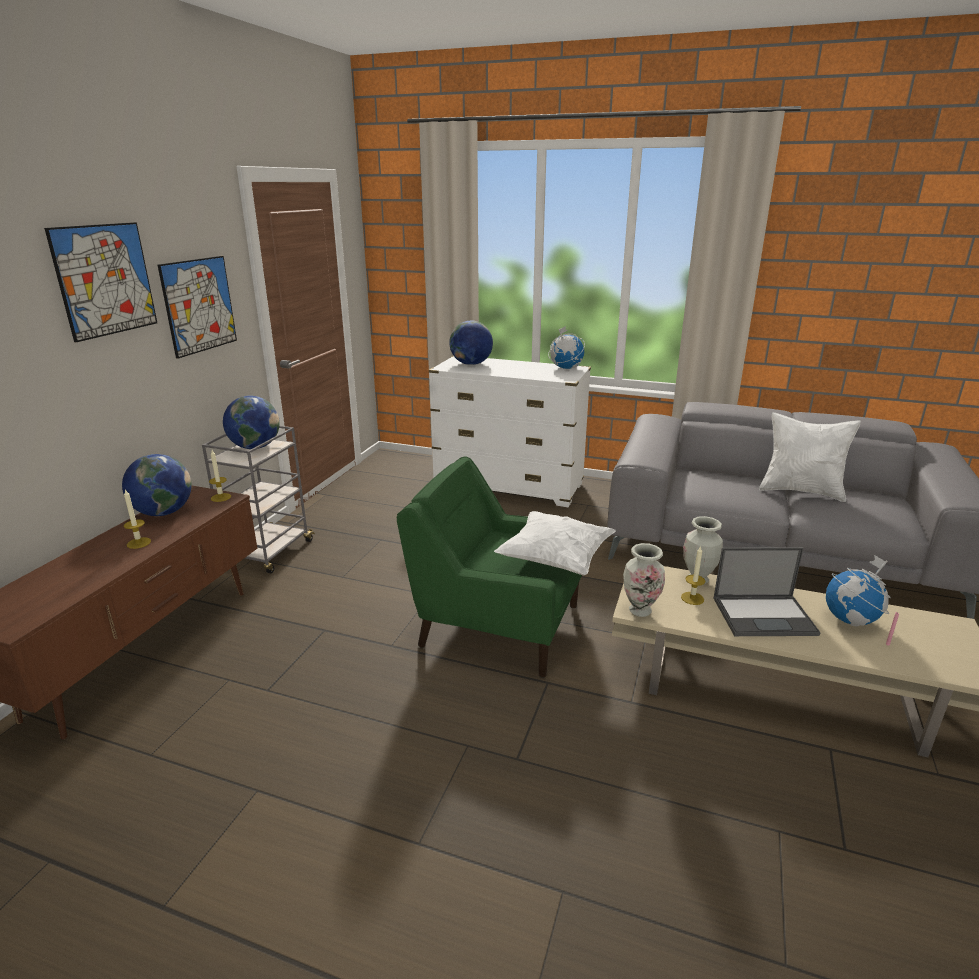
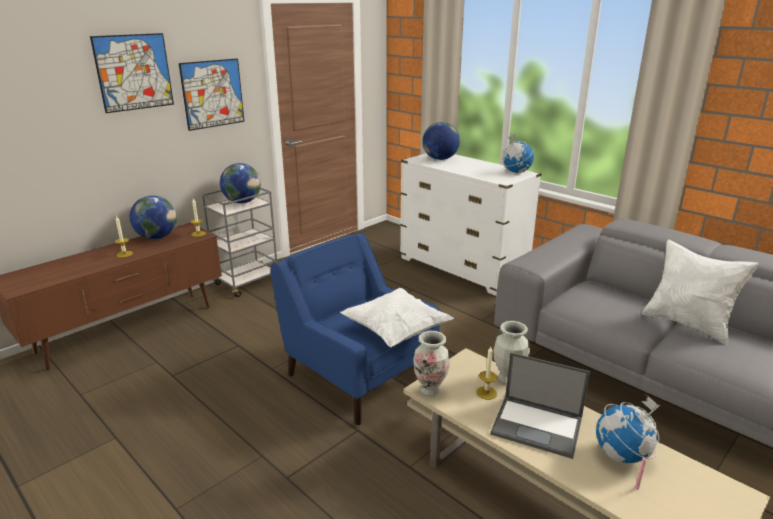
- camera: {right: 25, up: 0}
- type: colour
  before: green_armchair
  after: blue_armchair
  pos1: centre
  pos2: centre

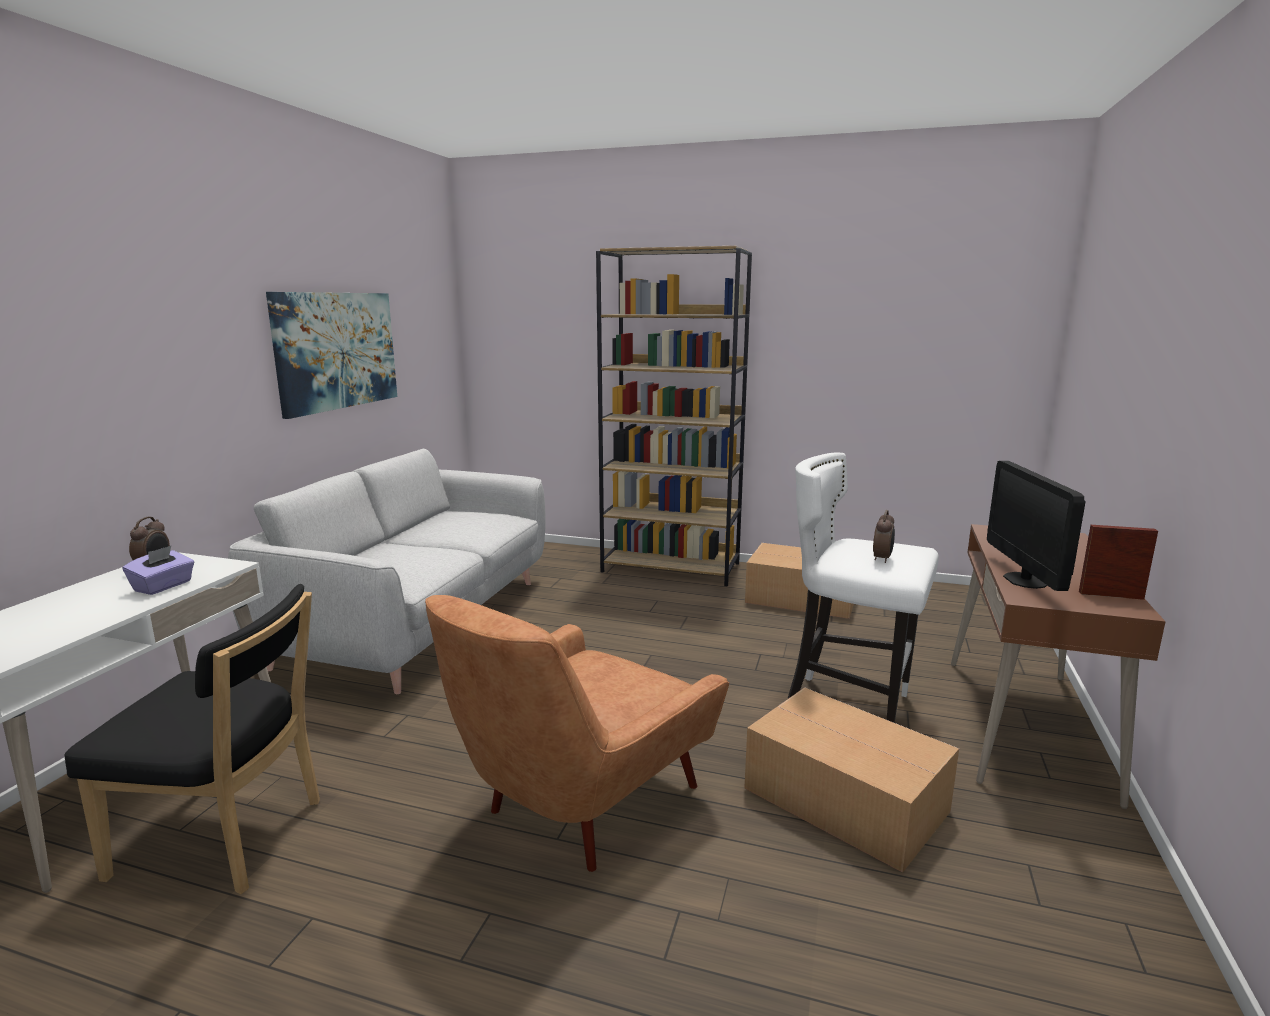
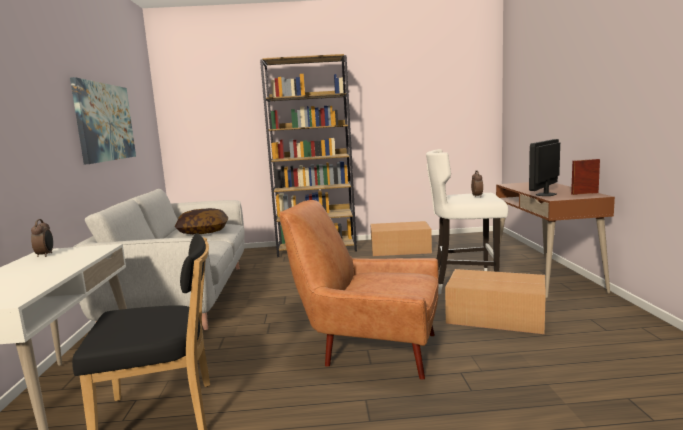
- camera: {right: -20, up: -5}
- type: missing
  before: purple_tissue_box
  pos1: middle left
- type: appeared
  after: pillow
  pos2: middle left
- type: spun
  before: brown_armchair
  pos1: bottom centre
  pos2: bottom centre
  turn: 90
- type: spun
  before: monitor
  pos1: middle right
  pos2: middle right
  turn: 60

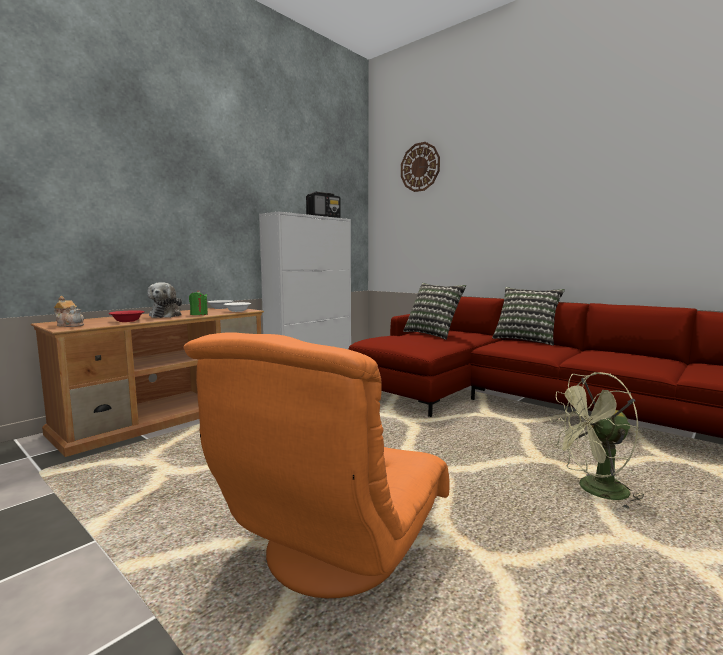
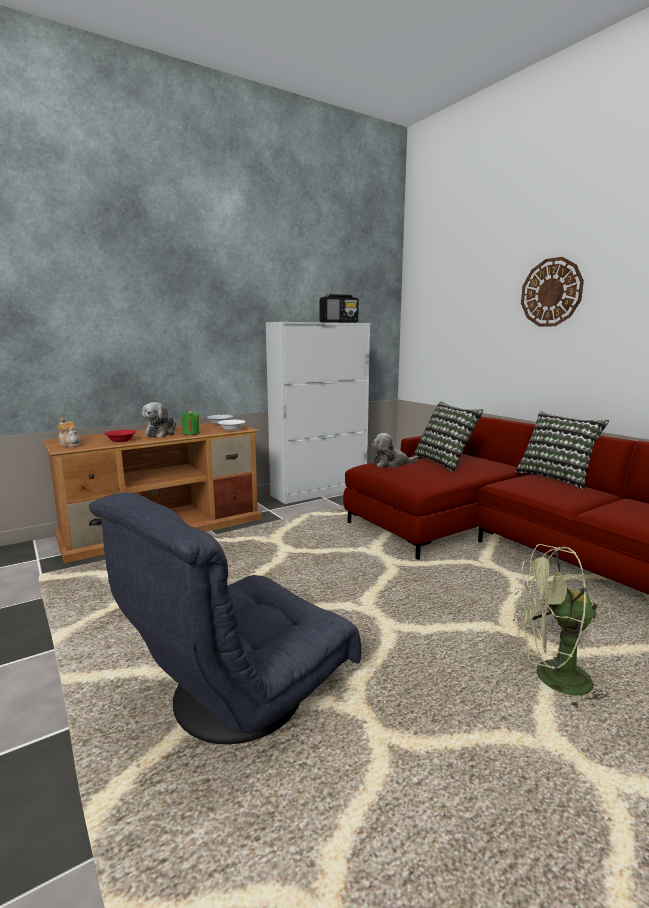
- camera: {right: 15, up: 5}
- type: appeared
  after: plush_toy (no. 2 from left)
  pos2: centre
- type: relocated
  before: wall_clock
  pos1: top centre
  pos2: top right
- type: colour
  before: orange_armchair
  after: grey_armchair
  pos1: bottom centre
  pos2: bottom centre

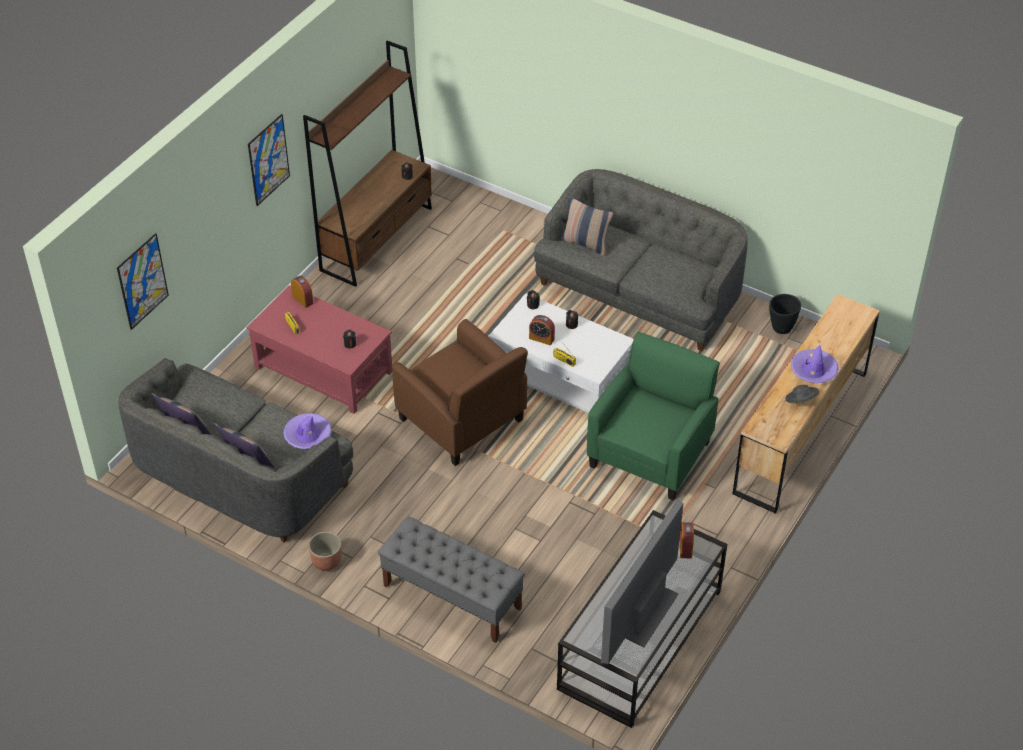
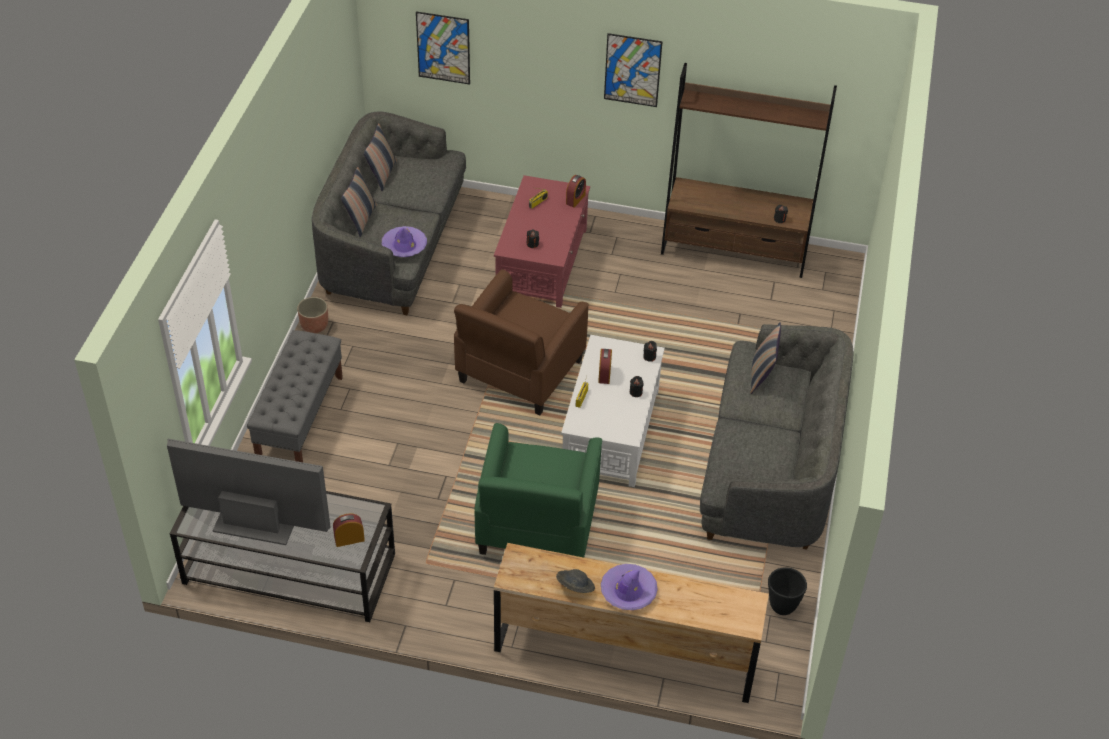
- camera: {right: 70, up: 0}
- type: spun
  before: green_armchair
  pos1: centre
  pos2: centre
  turn: 90

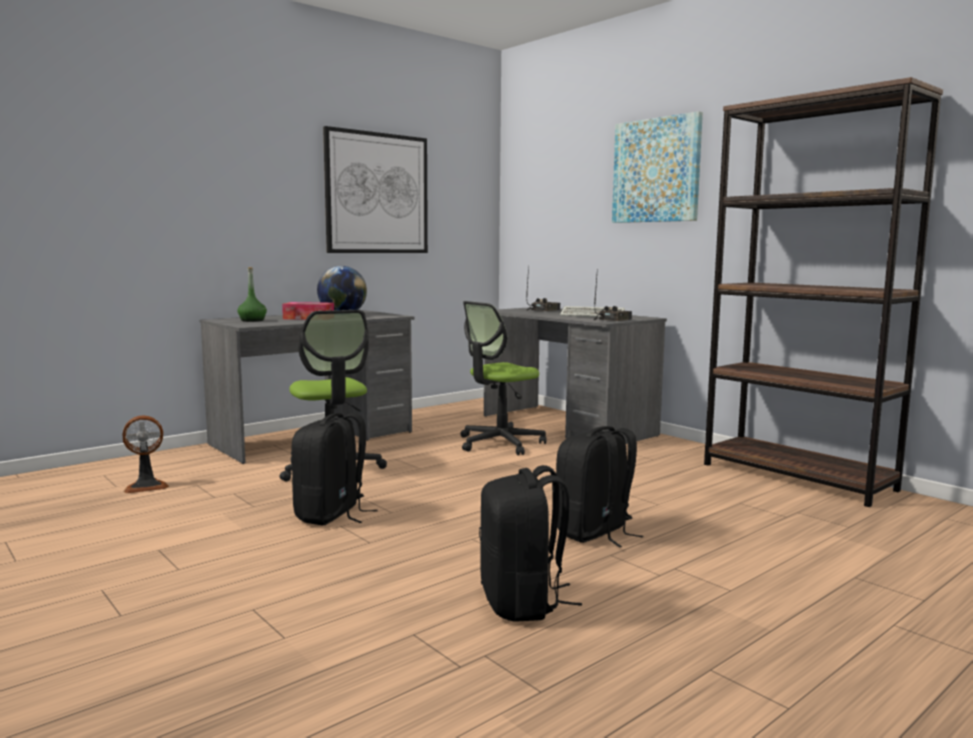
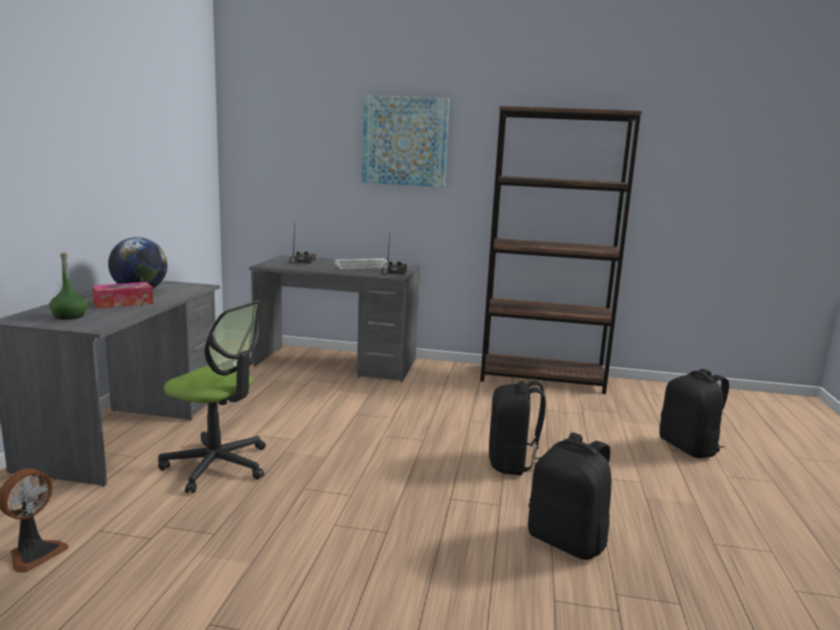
- camera: {right: -40, up: 5}
- type: missing
  before: picture (no. 1 from left)
  pos1: top centre
- type: missing
  before: office_chair (no. 2 from left)
  pos1: centre
- type: relocated
  before: black_backpack (no. 1 from left in the first image)
  after: black_backpack (no. 3 from left)
  pos1: centre
  pos2: middle right

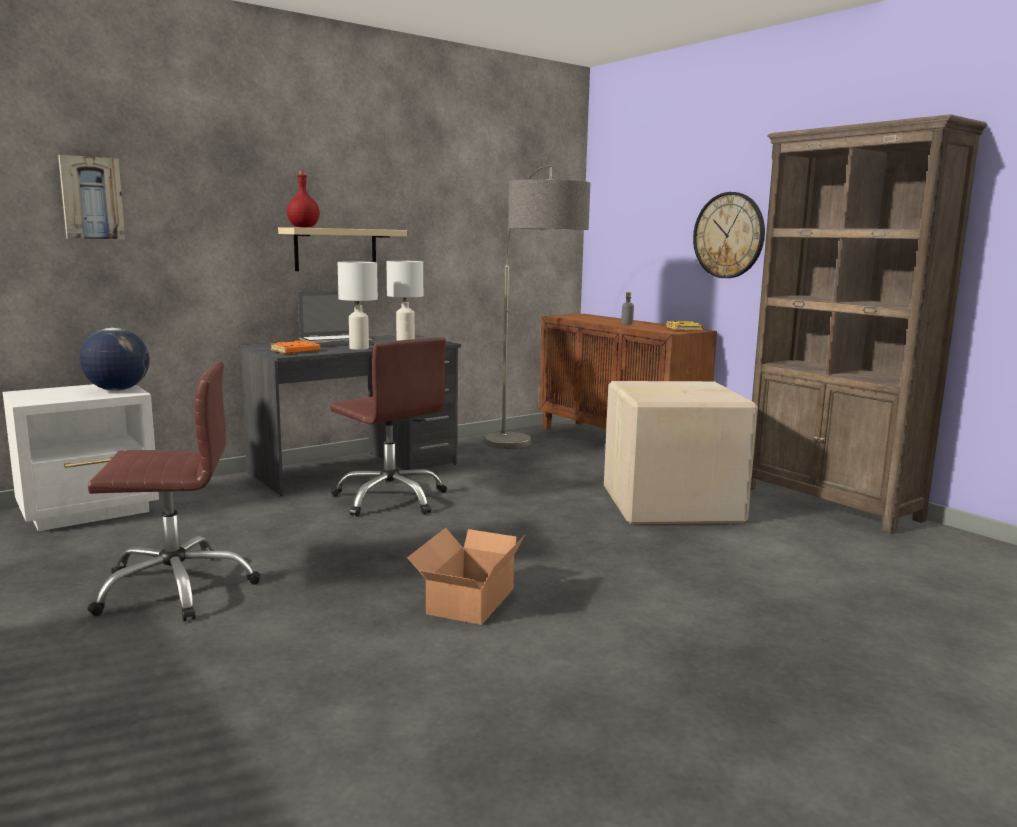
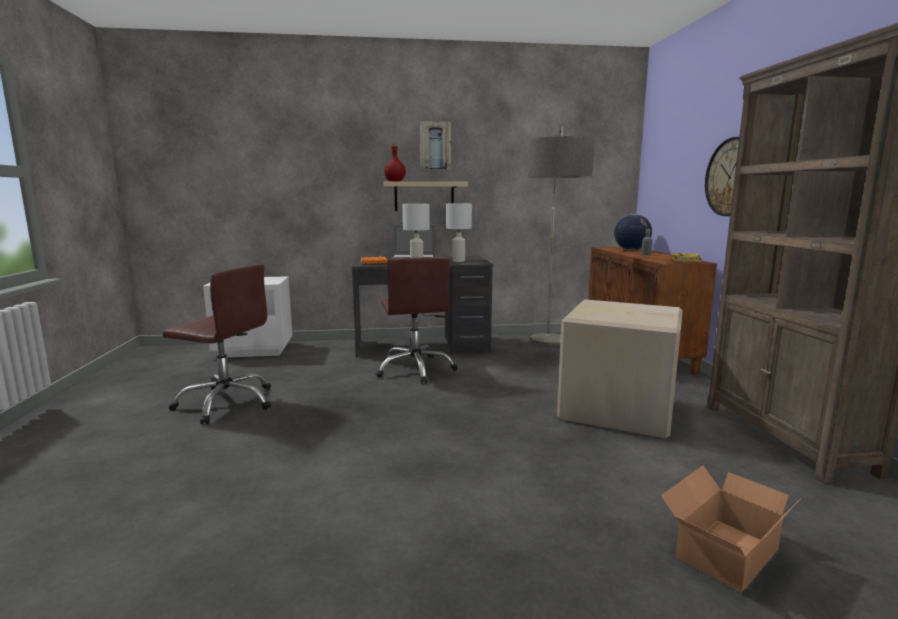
- camera: {right: 30, up: 0}
- type: relocated
  before: picture
  pos1: top left
  pos2: top centre
- type: relocated
  before: globe
  pos1: middle left
  pos2: middle right
- type: relocated
  before: cardboard_box (no. 1 from left in the first image)
  after: cardboard_box (no. 2 from left)
  pos1: bottom centre
  pos2: bottom right

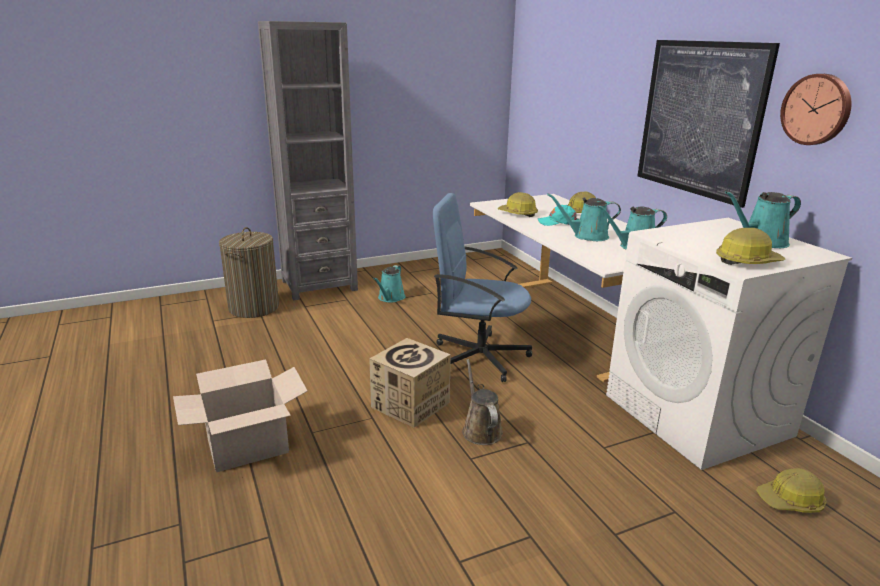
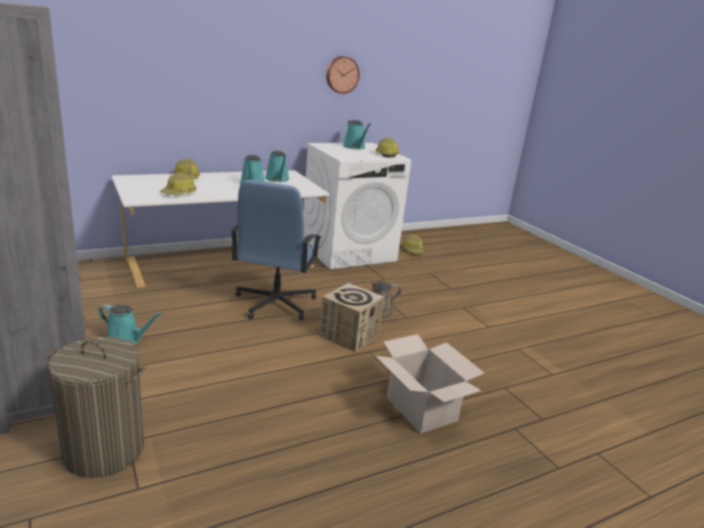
- camera: {right: -95, up: 0}
- type: missing
  before: turquoise_cap
  pos1: centre
- type: missing
  before: picture
  pos1: top right

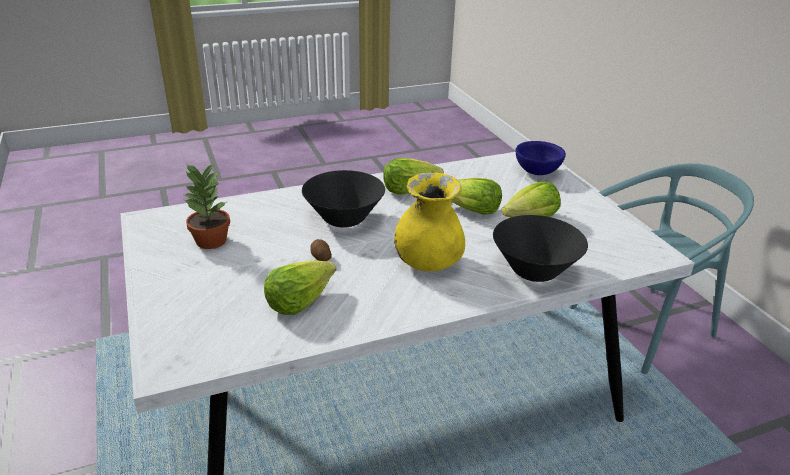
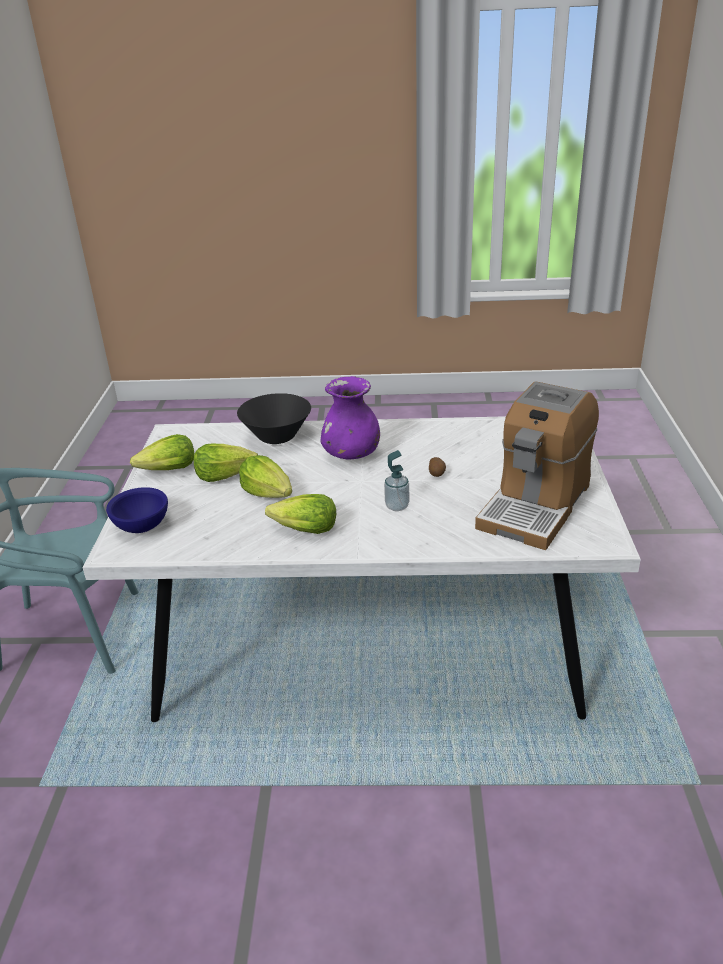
- camera: {right: -155, up: 0}
- type: relocated
  before: lettuce (no. 1 from left)
  pos1: centre
  pos2: middle left
- type: exchanged
  before: potted_plant
  after: coffee_machine
  pos1: middle left
  pos2: middle right
- type: exchanged
  before: black_bowl (no. 1 from left)
  after: soap_dispenser
  pos1: centre
  pos2: centre
- type: colour
  before: yellow_vase
  after: purple_vase
  pos1: centre
  pos2: centre

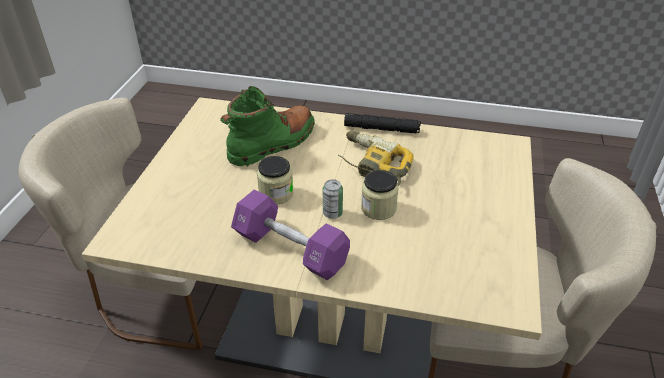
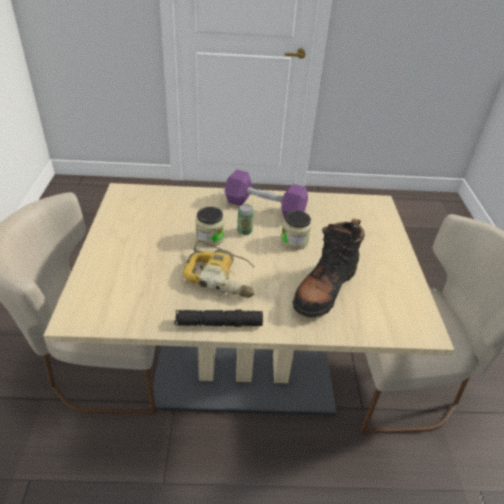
- camera: {right: 165, up: 0}
- type: colour
  before: green_boot
  after: black_boot
  pos1: centre
  pos2: centre

